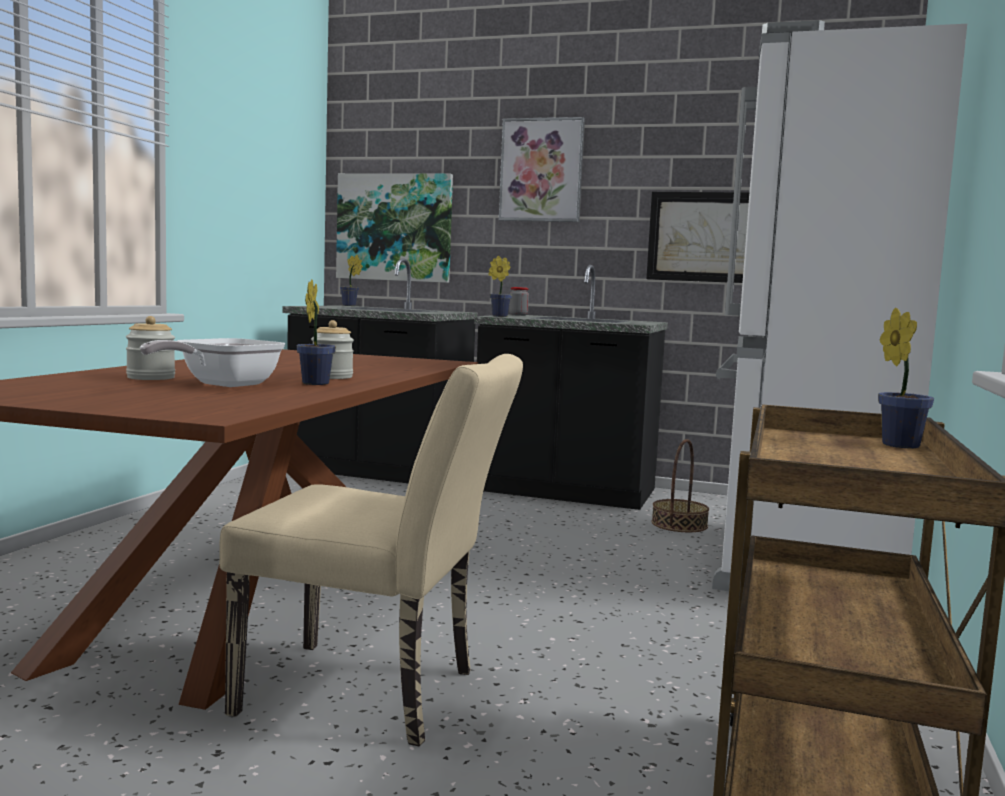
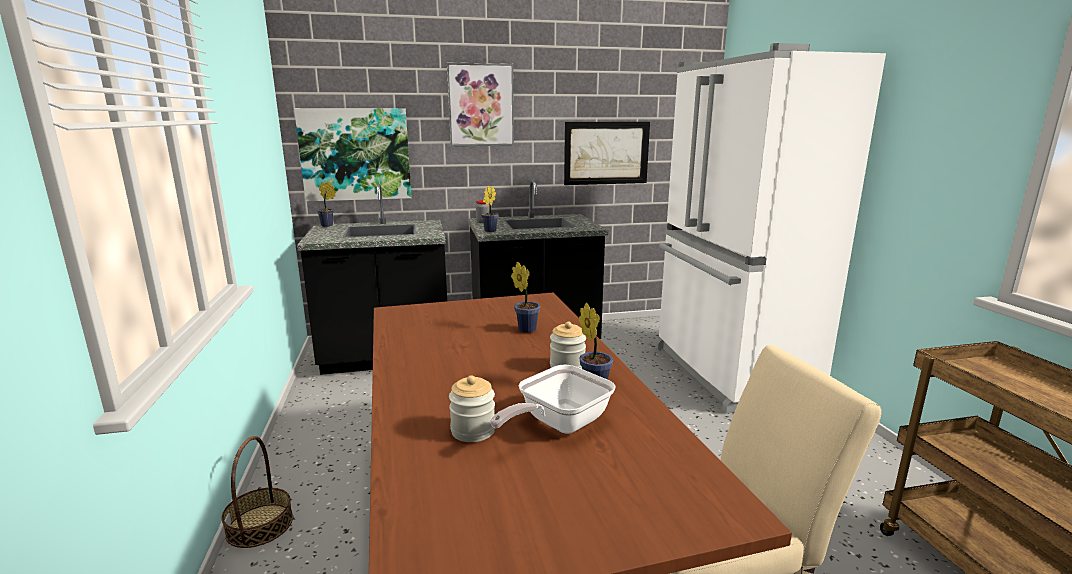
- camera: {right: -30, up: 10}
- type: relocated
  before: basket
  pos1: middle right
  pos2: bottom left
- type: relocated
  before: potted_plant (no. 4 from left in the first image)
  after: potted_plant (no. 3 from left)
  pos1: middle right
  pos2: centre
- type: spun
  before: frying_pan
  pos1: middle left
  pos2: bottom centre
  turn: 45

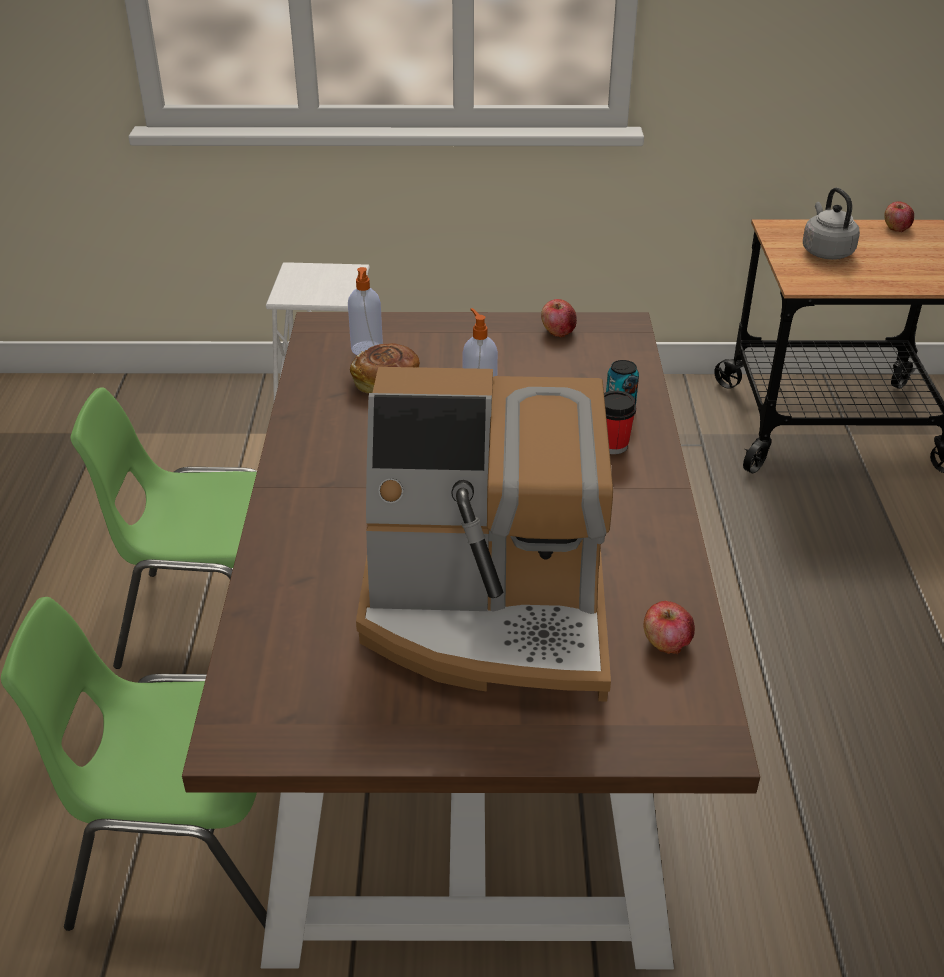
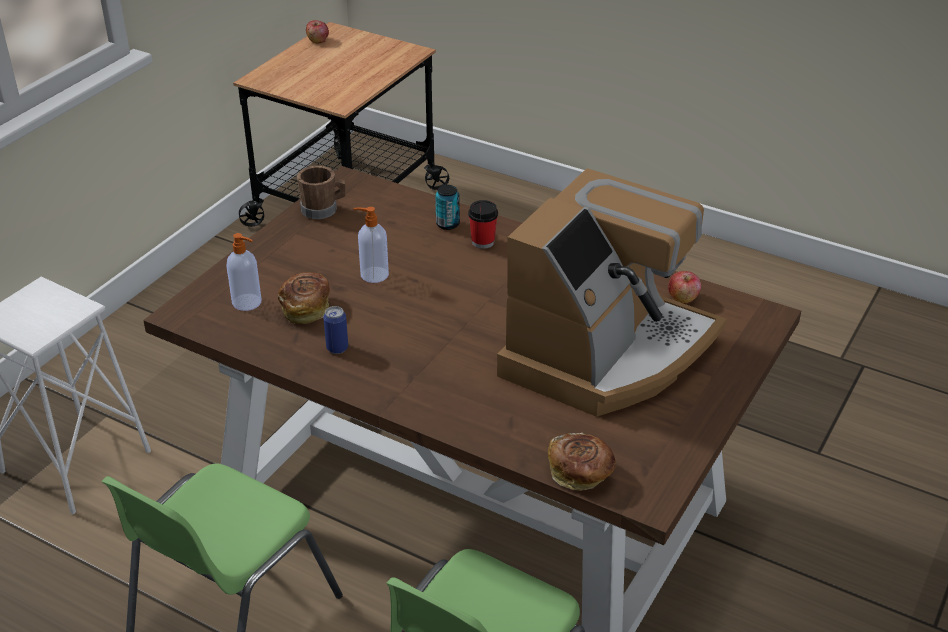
- camera: {right: -60, up: 0}
- type: missing
  before: grey_kettle
  pos1: top right
- type: appeared
  after: can (no. 1 from left)
  pos2: centre
- type: appeared
  after: bread (no. 2 from left)
  pos2: bottom centre
- type: exchanged
  before: apple (no. 1 from left)
  after: brown_mug
  pos1: top centre
  pos2: top centre

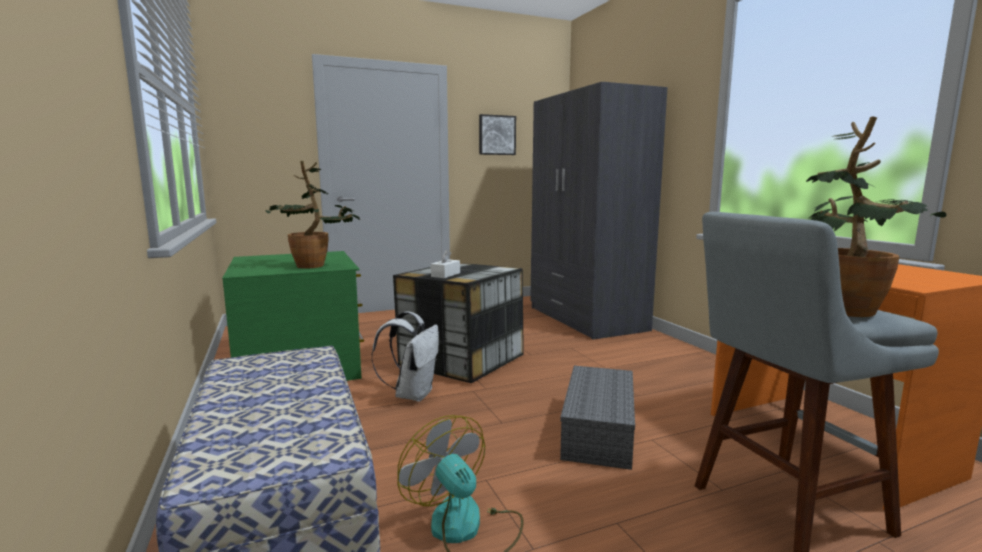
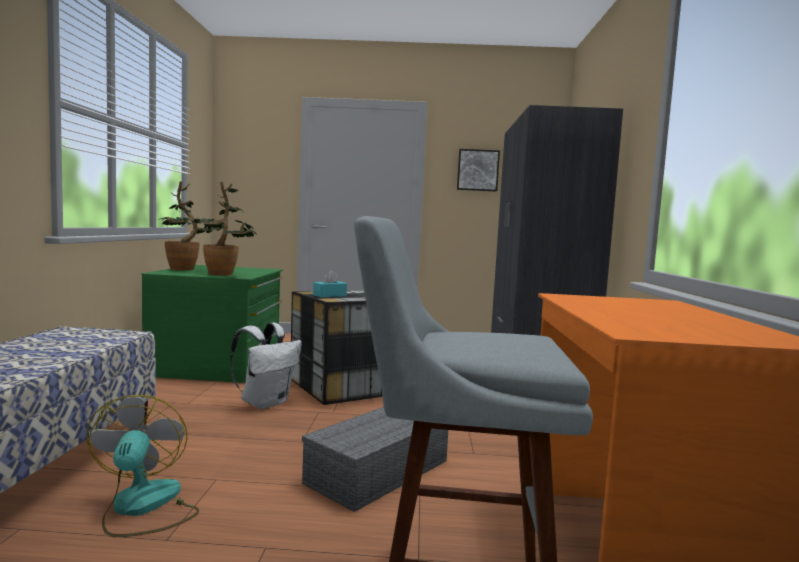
- camera: {right: 25, up: -5}
- type: relocated
  before: potted_plant (no. 2 from left in the first image)
  after: potted_plant (no. 1 from left)
  pos1: middle right
  pos2: middle left
- type: colour
  before: white_tissue_box
  after: turquoise_tissue_box
  pos1: centre
  pos2: centre

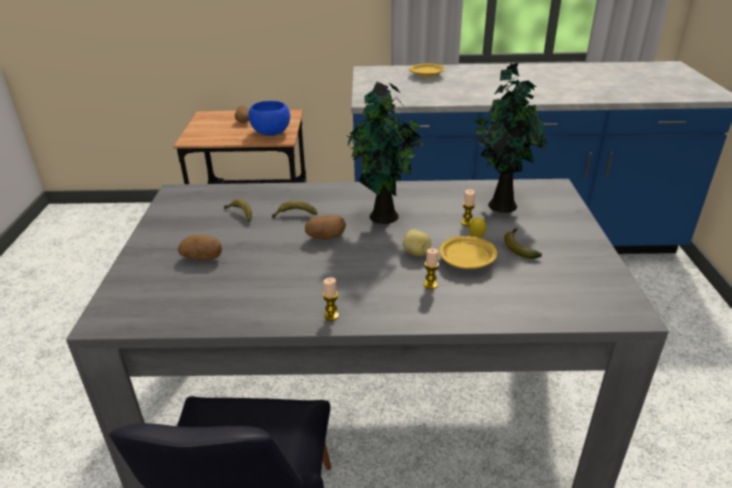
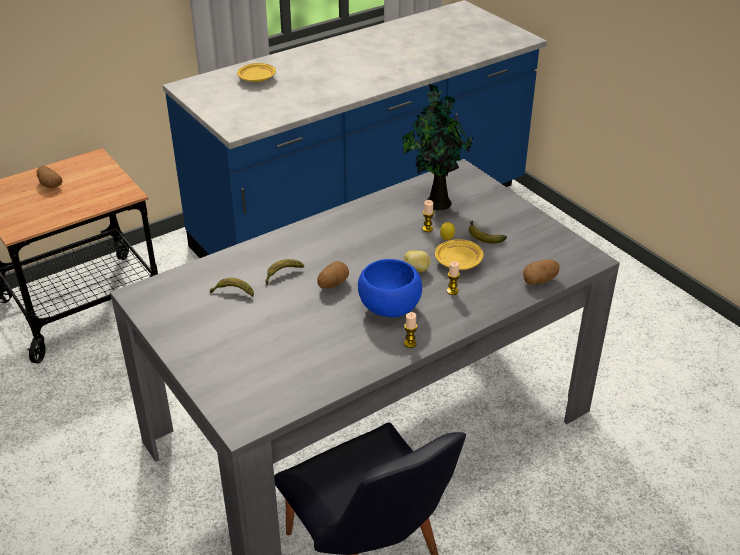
- camera: {right: -35, up: 5}
- type: missing
  before: potted_plant (no. 1 from left)
  pos1: top centre
- type: relocated
  before: potato (no. 1 from left in the first image)
  after: potato (no. 4 from left)
  pos1: middle left
  pos2: middle right
- type: relocated
  before: blue_bowl
  pos1: top centre
  pos2: centre

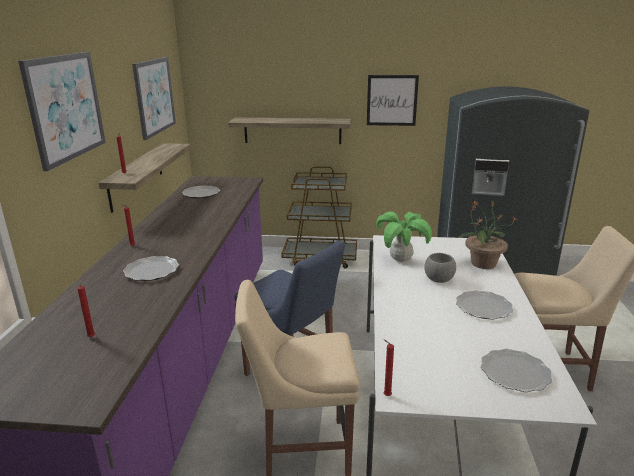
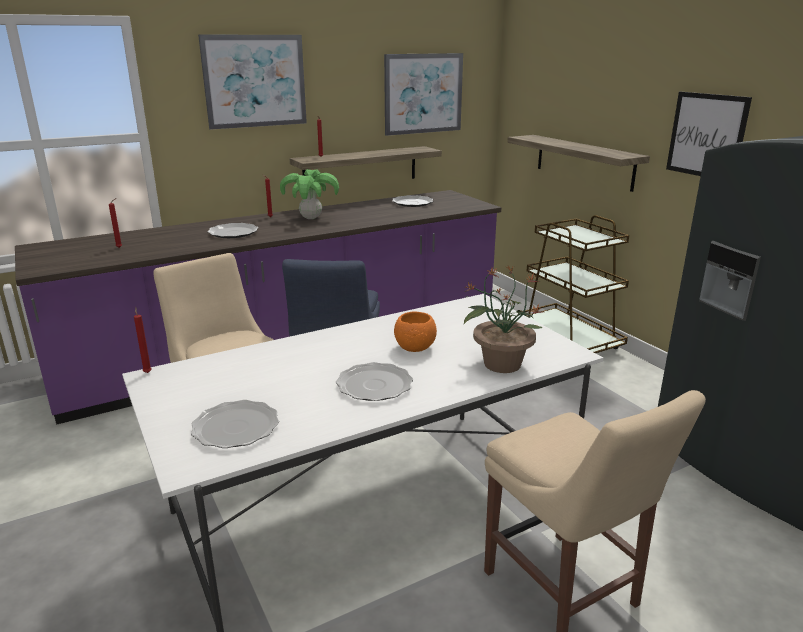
- camera: {right: 55, up: 0}
- type: relocated
  before: potted_plant (no. 1 from left)
  pos1: centre
  pos2: top centre
- type: colour
  before: grey_bowl
  after: orange_bowl
  pos1: middle right
  pos2: centre

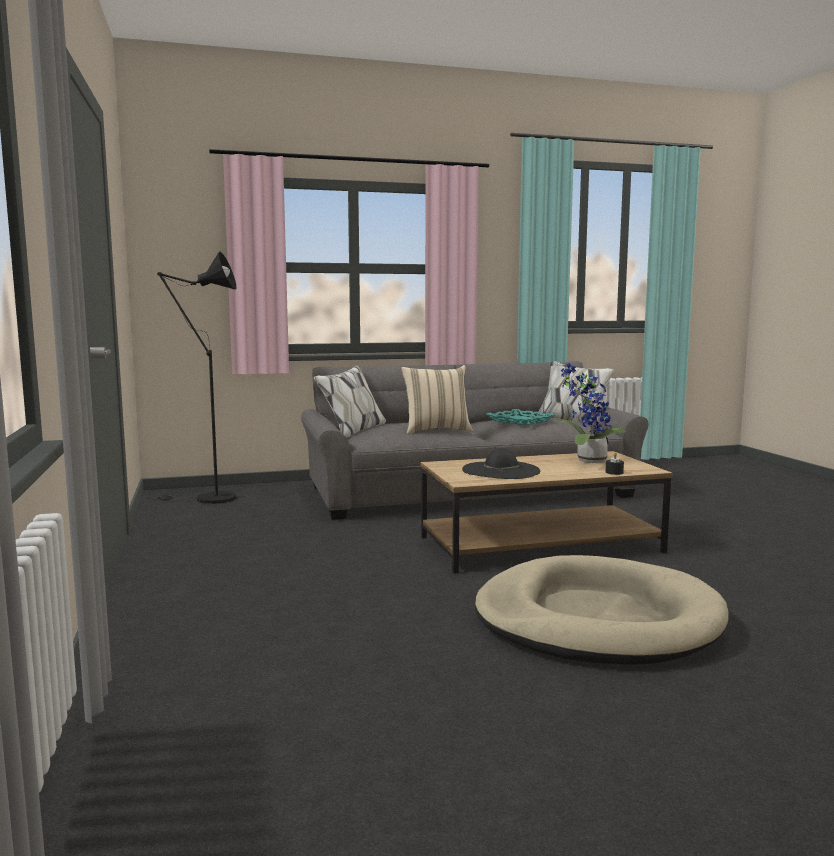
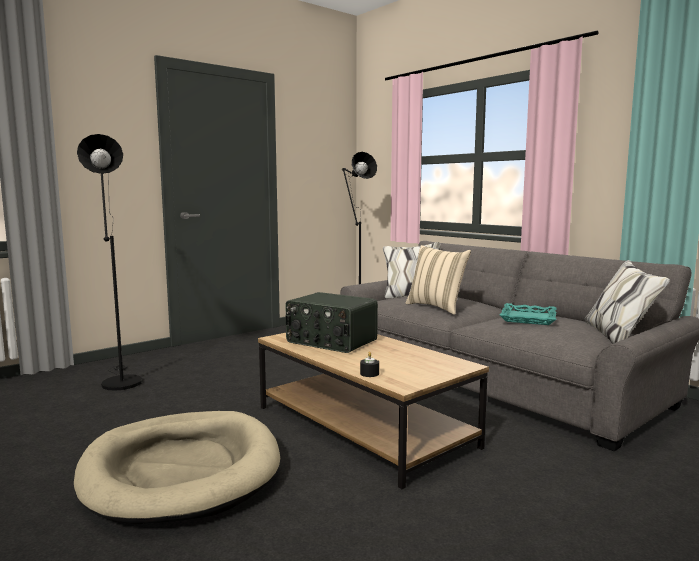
- camera: {right: 65, up: 0}
- type: missing
  before: potted_plant
  pos1: middle right
- type: appeared
  after: black_floor_lamp (no. 1 from left)
  pos2: middle left
- type: exchanged
  before: black_hat
  after: radio
  pos1: centre
  pos2: centre

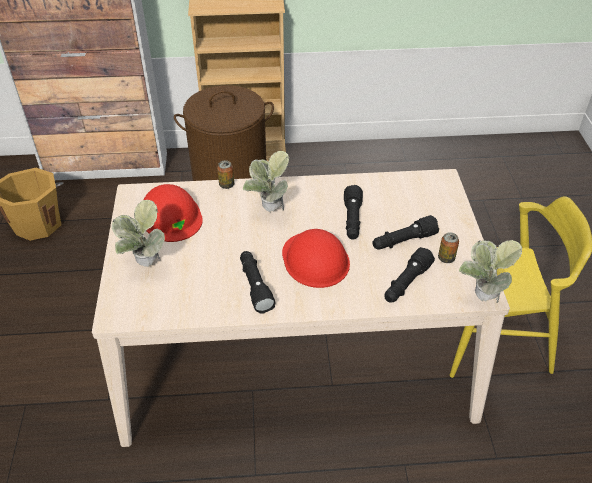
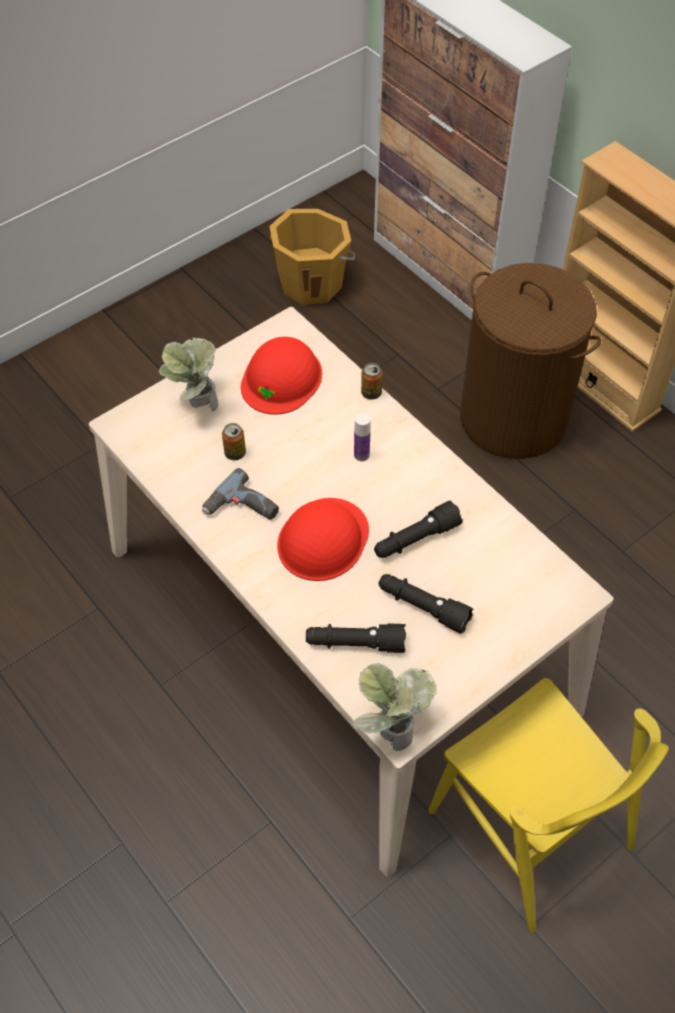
- camera: {right: 55, up: 10}
- type: relocated
  before: can (no. 2 from left in the first image)
  after: can (no. 1 from left)
  pos1: middle right
  pos2: centre
- type: exchanged
  before: black_flashlight (no. 1 from left)
  after: power_drill
  pos1: centre
  pos2: centre
- type: exchanged
  before: potted_plant (no. 2 from left)
  after: bottle
  pos1: centre
  pos2: centre

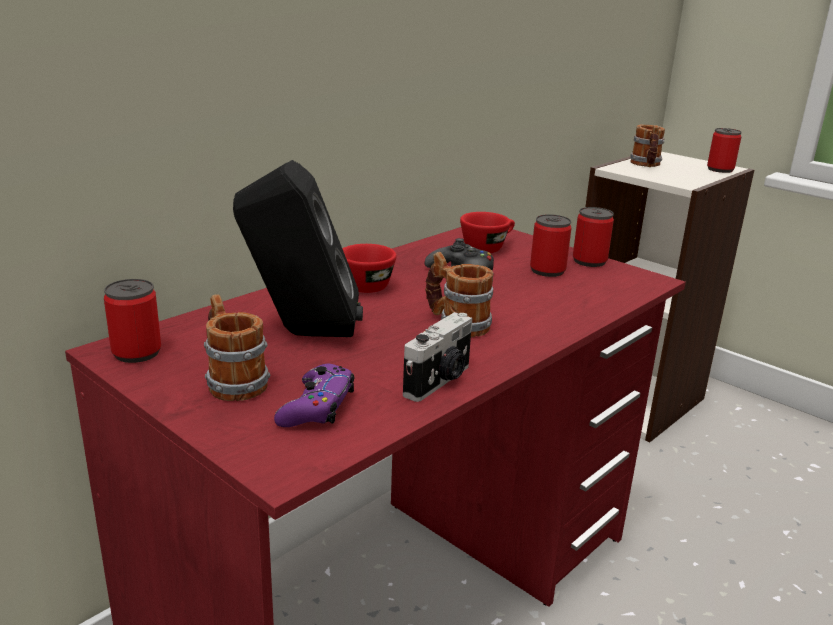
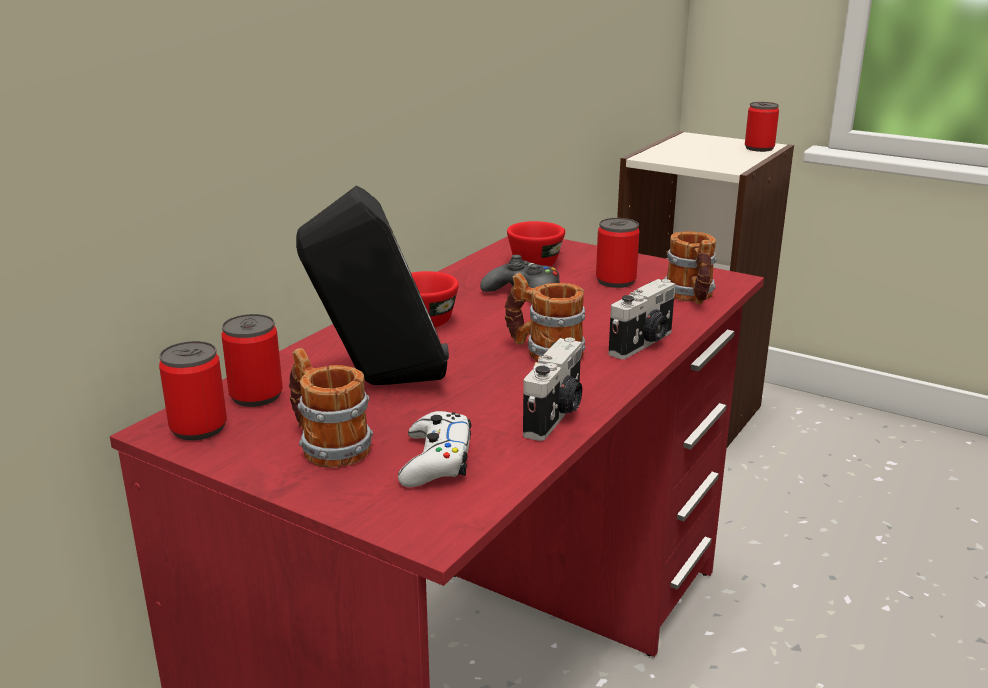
- camera: {right: -10, up: 0}
- type: appeared
  after: photo_camera (no. 2 from left)
  pos2: centre
- type: relocated
  before: can (no. 3 from left in the first image)
  after: can (no. 2 from left)
  pos1: middle right
  pos2: middle left
- type: relocated
  before: mug (no. 3 from left)
  pos1: top right
  pos2: middle right
- type: colour
  before: purple_game_controller
  after: white_game_controller
  pos1: centre
  pos2: centre

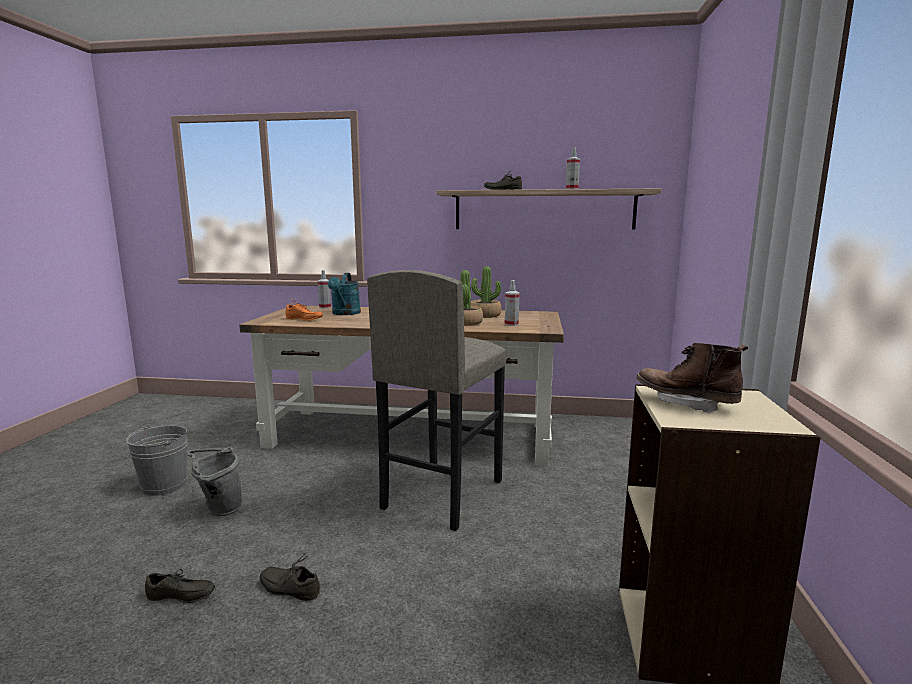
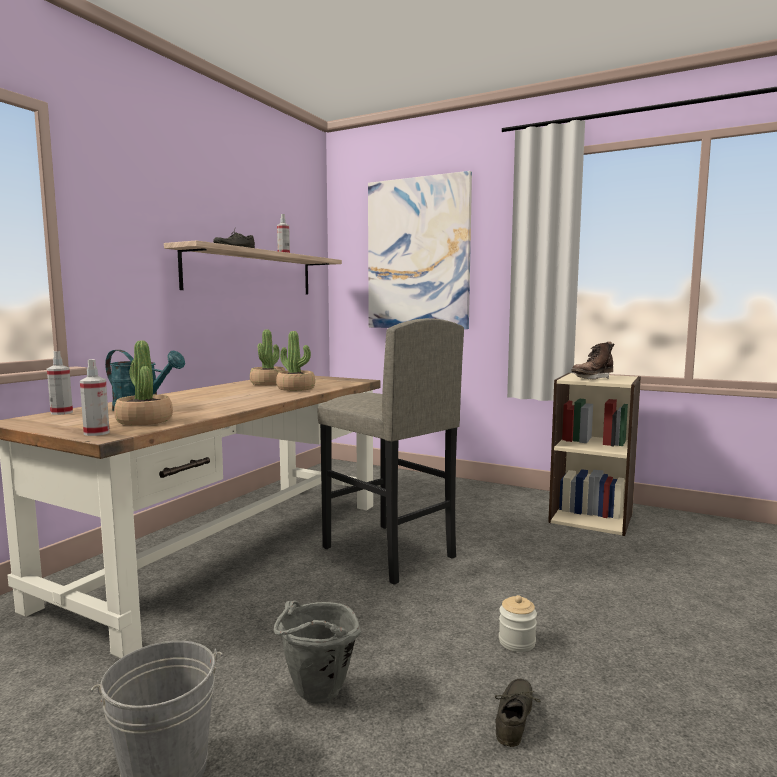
- camera: {right: -70, up: -5}
- type: appeared
  after: picture
  pos2: top centre
- type: relocated
  before: spray_bottle (no. 2 from left)
  pos1: centre
  pos2: middle left
- type: exchanged
  before: grey_shoe (no. 2 from left)
  after: jar
  pos1: bottom left
  pos2: bottom right
- type: exchanged
  before: orange_shoe
  after: potted_plant (no. 1 from left)
  pos1: centre
  pos2: middle left

